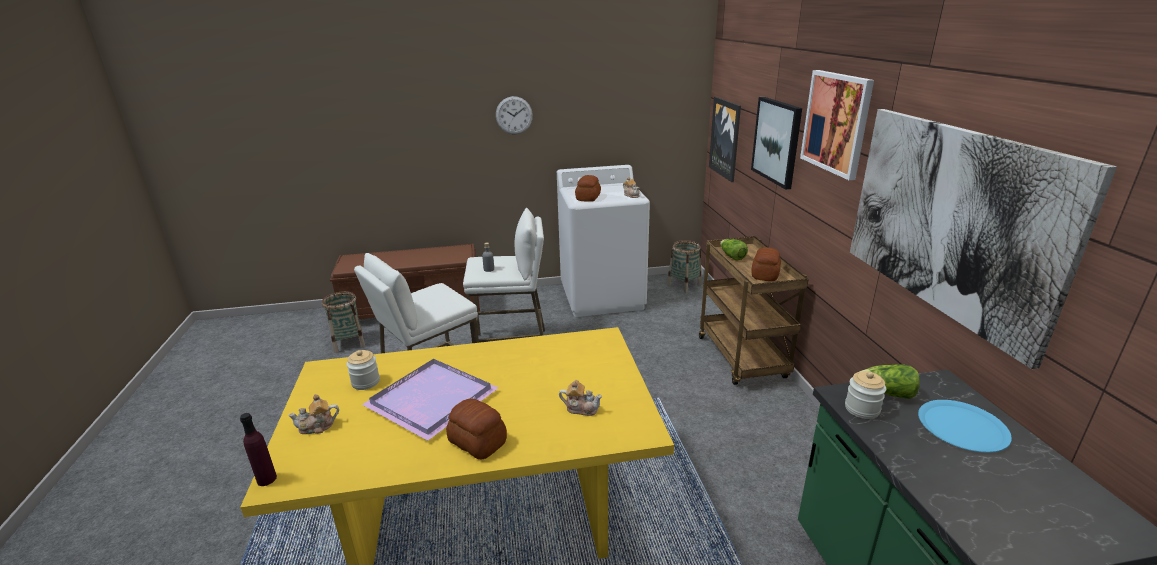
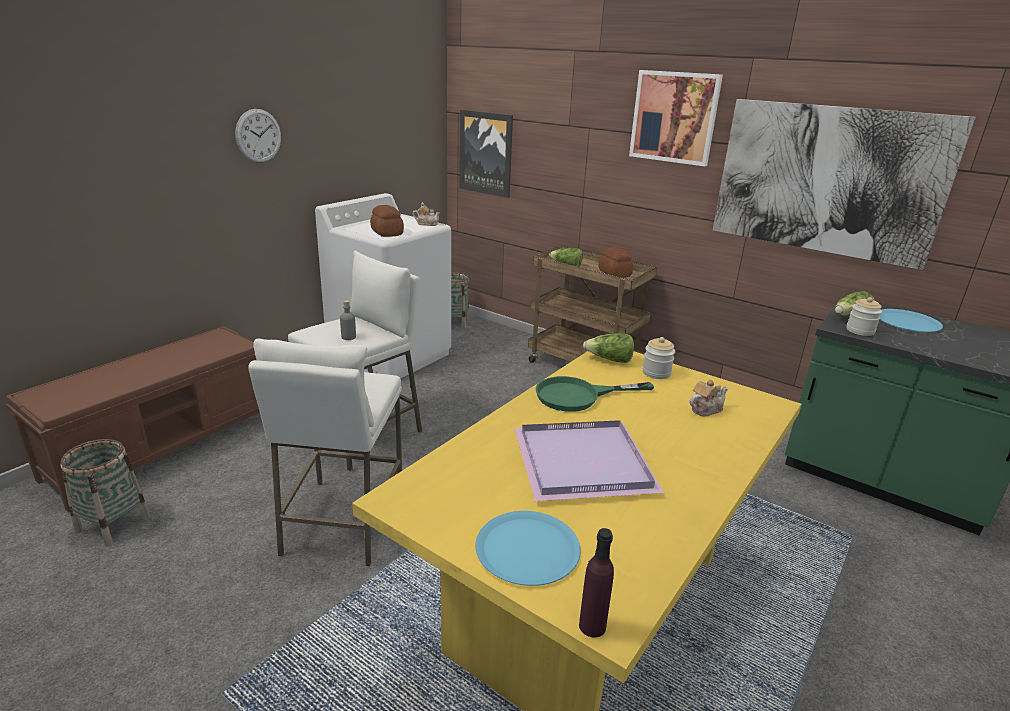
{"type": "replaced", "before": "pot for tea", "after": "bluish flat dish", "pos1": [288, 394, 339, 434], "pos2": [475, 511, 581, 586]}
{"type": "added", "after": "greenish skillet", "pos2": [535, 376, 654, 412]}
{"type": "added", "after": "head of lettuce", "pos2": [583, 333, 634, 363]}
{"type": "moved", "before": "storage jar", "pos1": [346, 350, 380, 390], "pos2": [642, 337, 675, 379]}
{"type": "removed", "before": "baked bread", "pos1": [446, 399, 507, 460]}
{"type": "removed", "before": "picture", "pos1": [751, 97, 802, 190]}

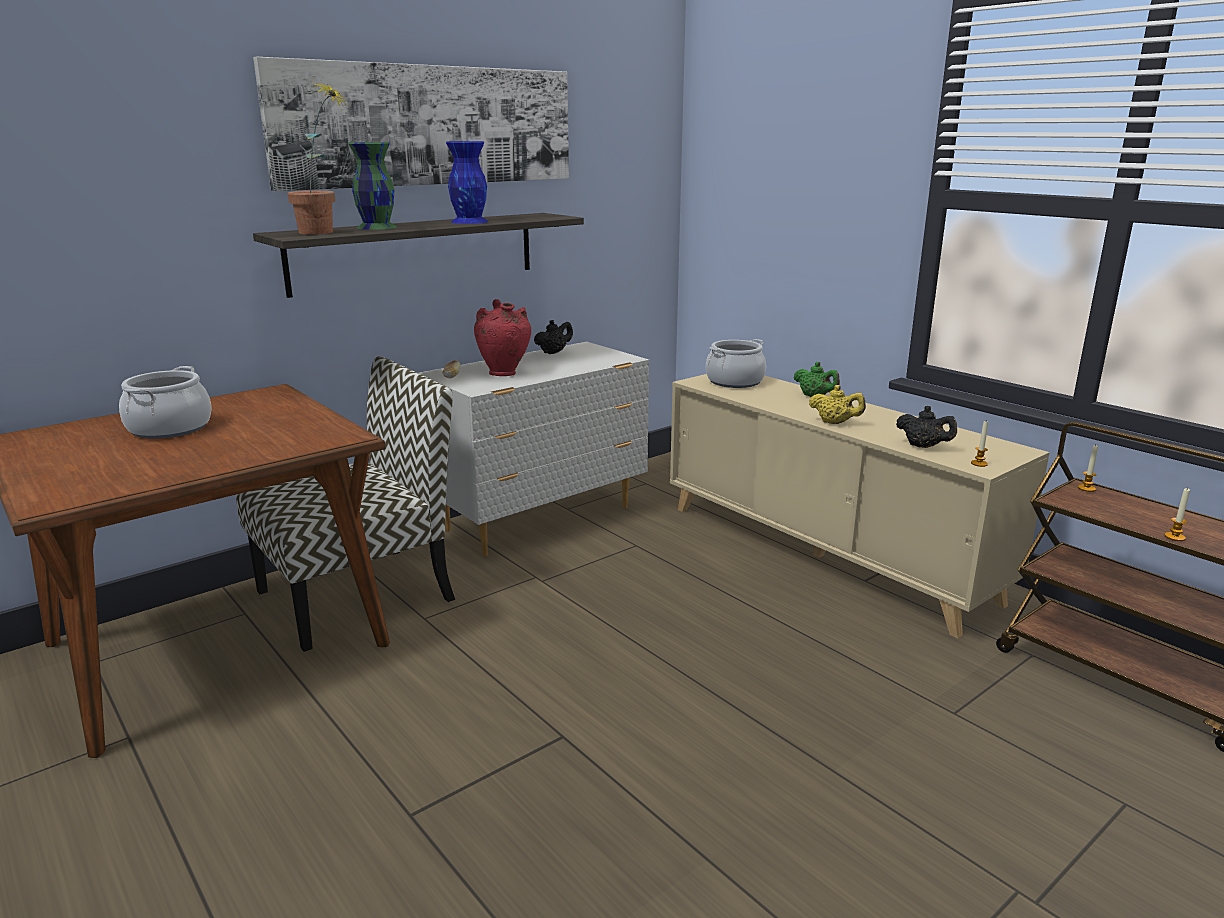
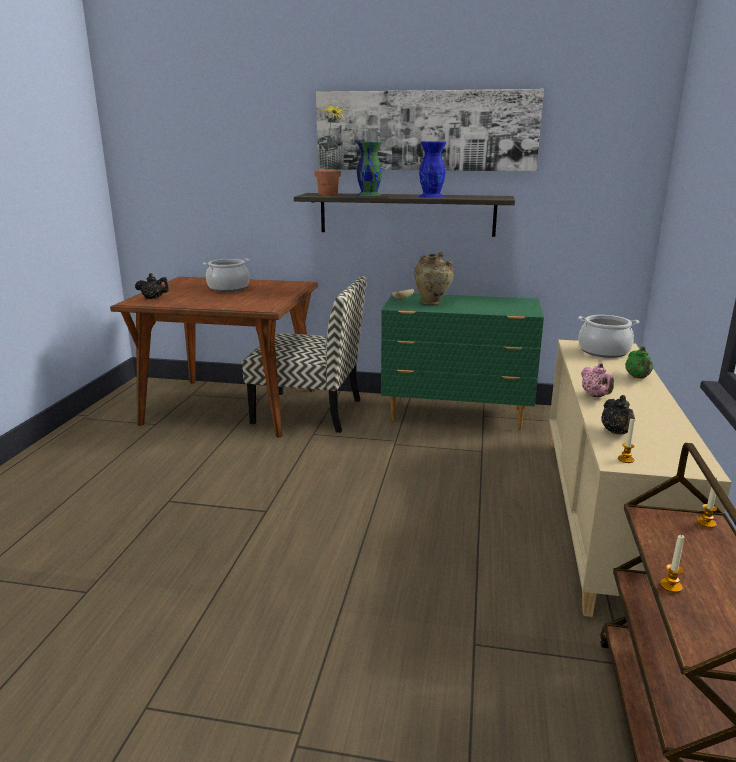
{"type": "moved", "before": "black-coloured pot for tea", "pos1": [534, 320, 573, 354], "pos2": [135, 273, 170, 299]}
{"type": "recoloured", "before": "white dresser", "after": "greenish dresser", "pos1": [419, 342, 649, 557], "pos2": [381, 293, 544, 430]}
{"type": "recoloured", "before": "red-coloured decorative vase", "after": "beige decorative vase", "pos1": [474, 299, 531, 376], "pos2": [414, 252, 454, 305]}
{"type": "recoloured", "before": "yellow pot for tea", "after": "pink pot for tea", "pos1": [809, 385, 866, 424], "pos2": [581, 362, 614, 397]}

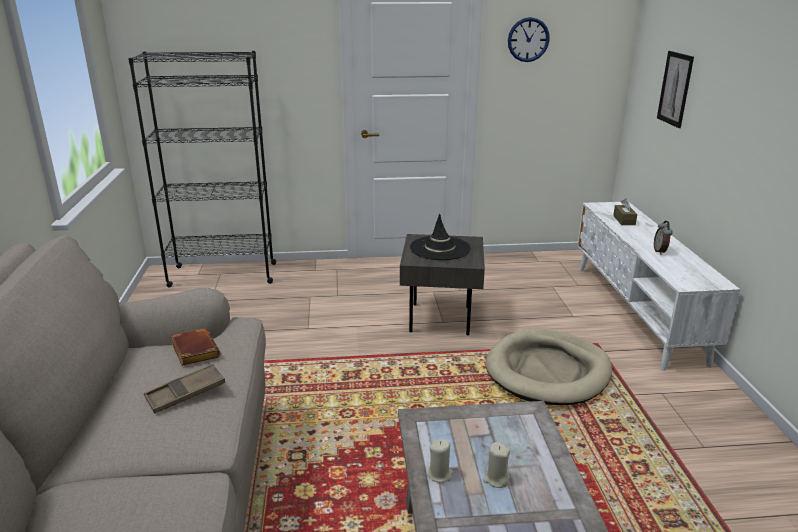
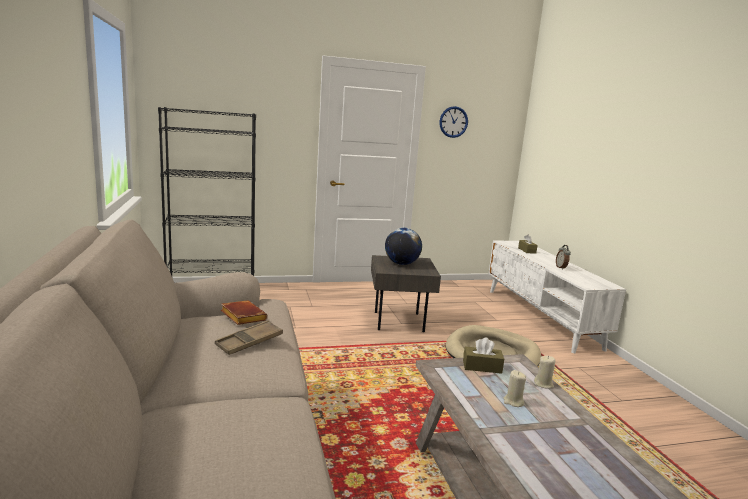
{"type": "replaced", "before": "black-coloured hat", "after": "globe", "pos1": [410, 213, 470, 260], "pos2": [385, 228, 422, 265]}
{"type": "added", "after": "brown tissue holder", "pos2": [463, 338, 504, 374]}
{"type": "moved", "before": "beige wax candle", "pos1": [427, 439, 453, 483], "pos2": [534, 356, 555, 389]}
{"type": "removed", "before": "picture", "pos1": [657, 51, 694, 128]}

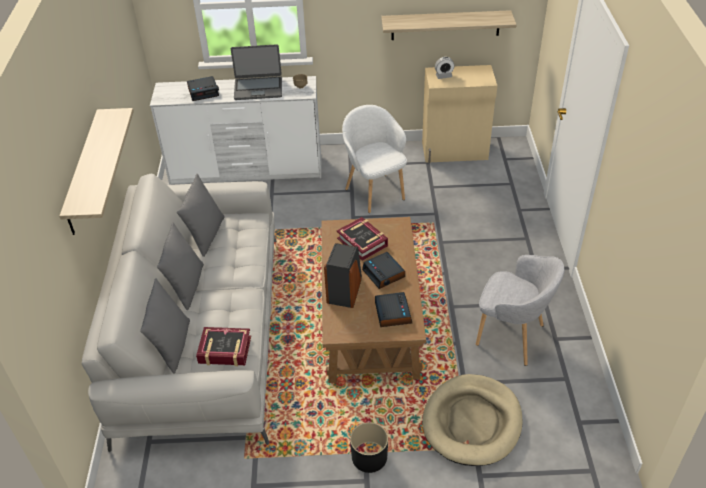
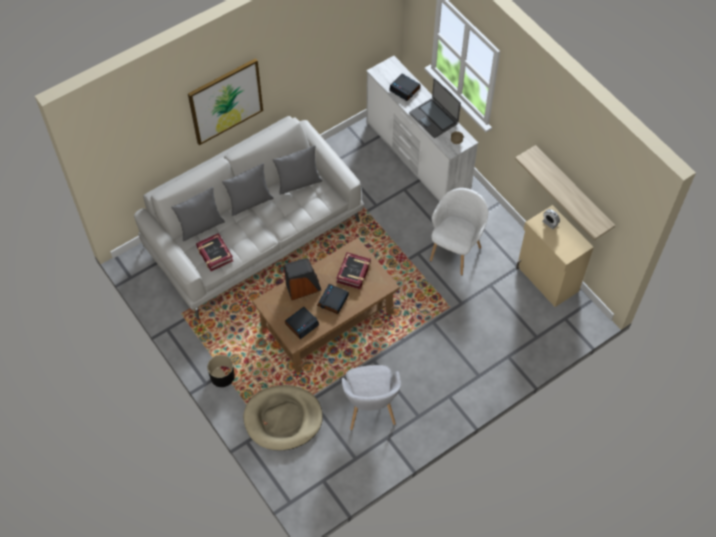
{"type": "replaced", "before": "bracket shelf", "after": "picture", "pos1": [59, 108, 134, 235], "pos2": [188, 58, 263, 145]}

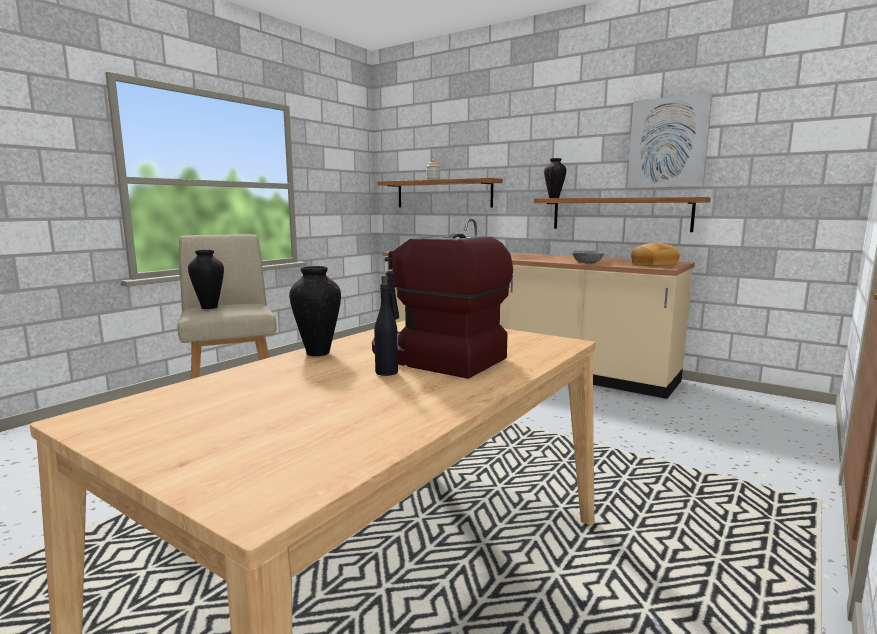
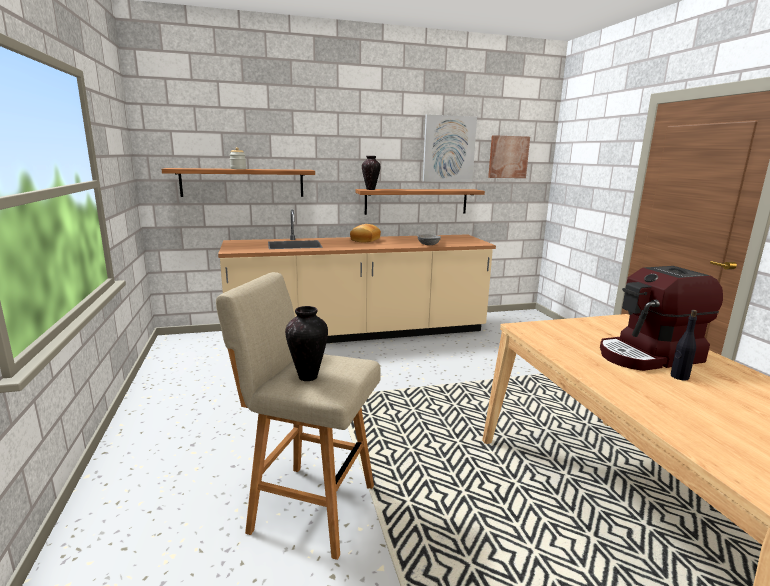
{"type": "moved", "before": "baked bread", "pos1": [631, 243, 679, 266], "pos2": [350, 224, 381, 242]}
{"type": "added", "after": "picture", "pos2": [488, 135, 530, 178]}
{"type": "removed", "before": "decorative vase", "pos1": [289, 266, 341, 356]}

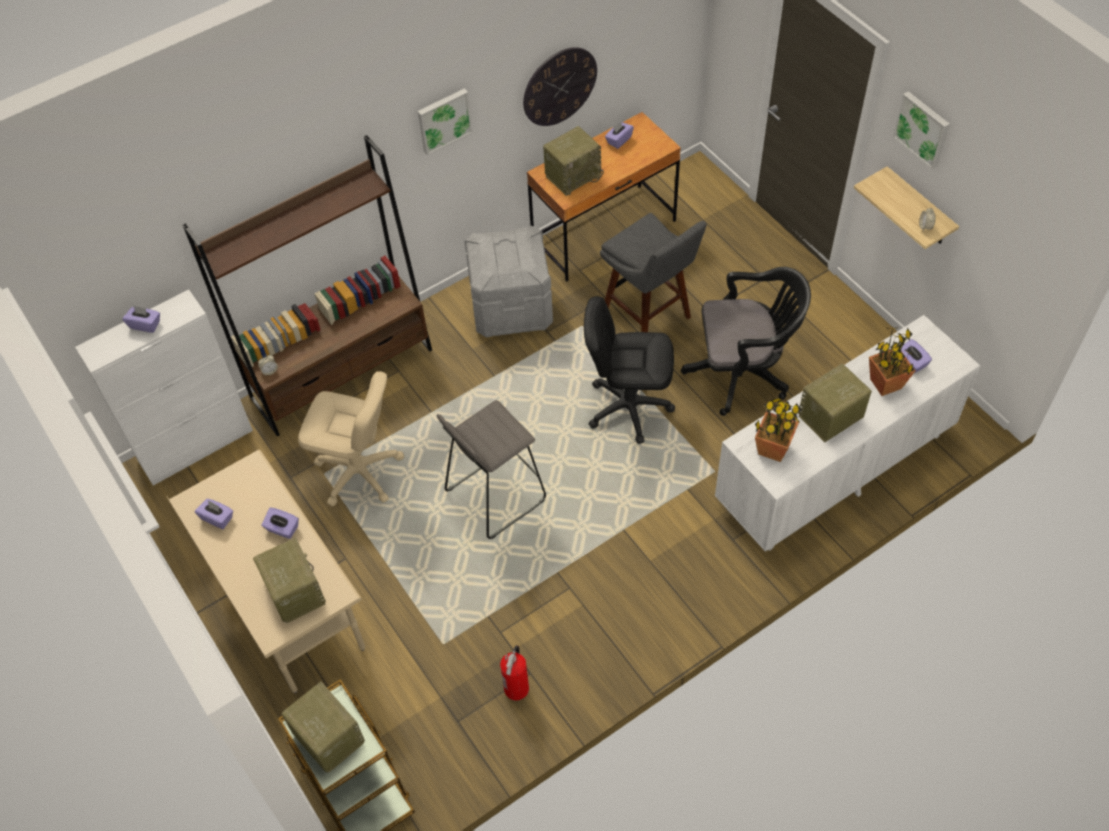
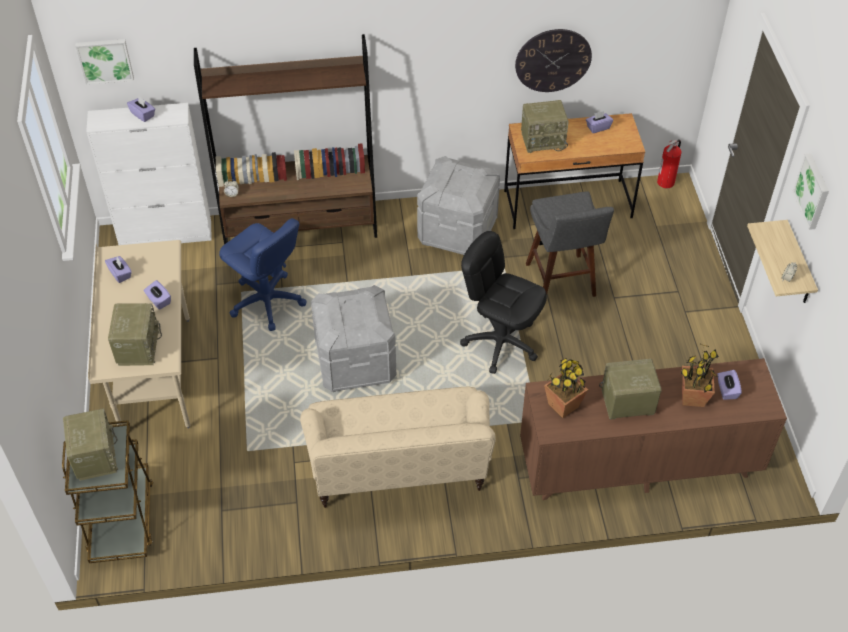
{"type": "moved", "before": "picture", "pos1": [418, 88, 473, 156], "pos2": [75, 39, 134, 85]}
{"type": "recoloured", "before": "beige office chair", "after": "bluish office chair", "pos1": [298, 372, 404, 506], "pos2": [219, 218, 307, 331]}
{"type": "added", "after": "beige couch", "pos2": [300, 387, 496, 508]}
{"type": "replaced", "before": "greyish stool", "after": "greyish storage bin", "pos1": [437, 400, 546, 539], "pos2": [311, 285, 396, 392]}
{"type": "recoloured", "before": "white dresser", "after": "brown dresser", "pos1": [715, 315, 981, 552], "pos2": [520, 358, 787, 500]}
{"type": "moved", "before": "fire extinguisher", "pos1": [500, 645, 529, 700], "pos2": [657, 139, 682, 188]}
{"type": "removed", "before": "black-coloured office chair", "pos1": [681, 267, 811, 416]}

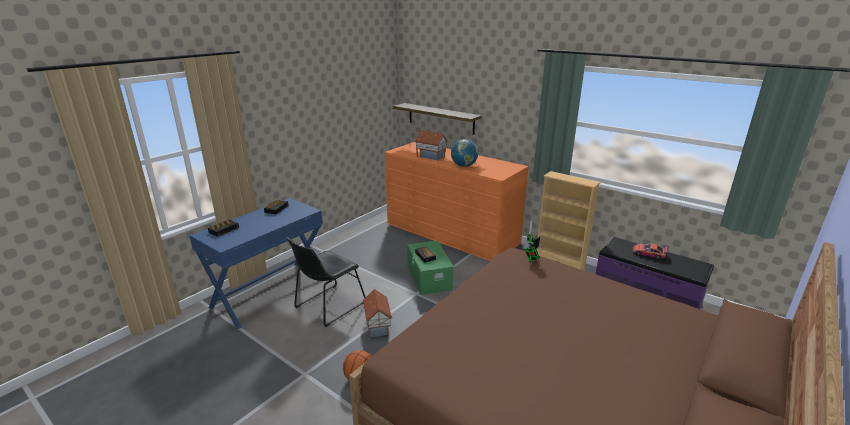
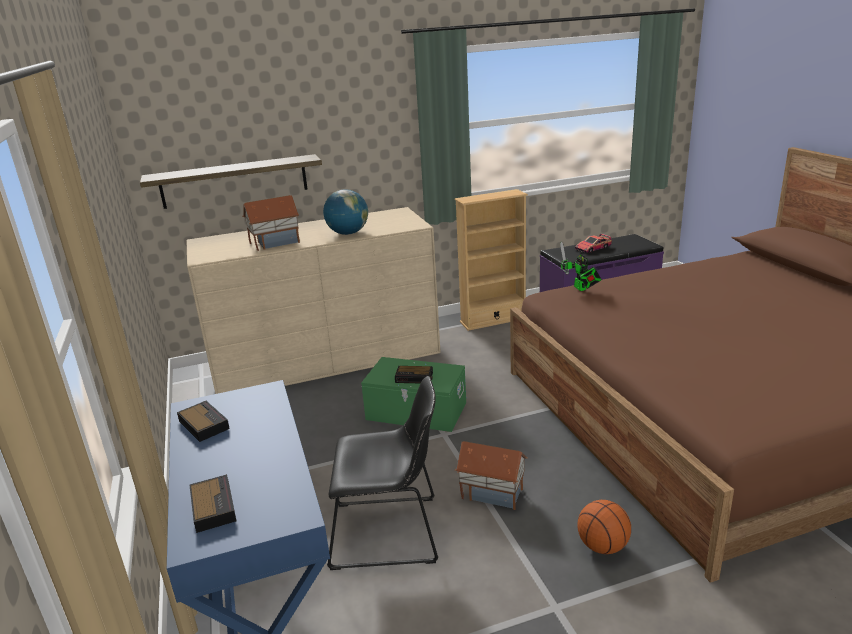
{"type": "recoloured", "before": "orangey dresser", "after": "beige dresser", "pos1": [385, 142, 529, 261], "pos2": [186, 207, 441, 394]}
{"type": "turned", "before": "black-coloured plain chair", "pos1": [286, 237, 366, 327], "pos2": [327, 376, 438, 570], "turn": -75}

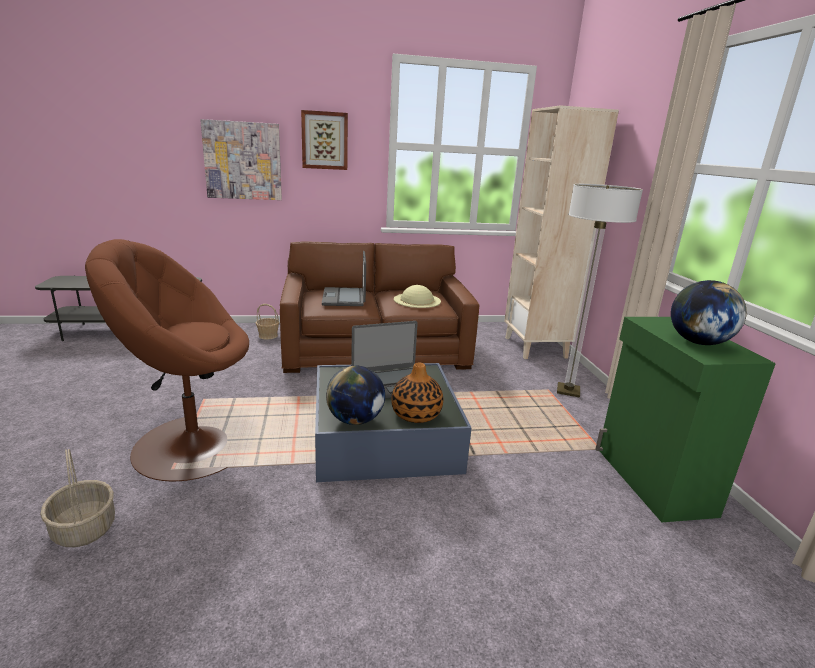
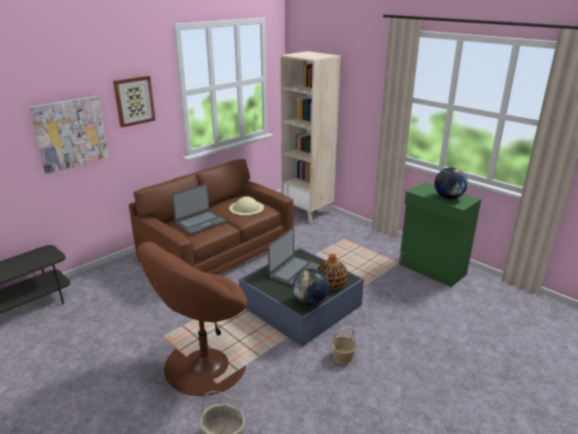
{"type": "turned", "before": "portable computer", "pos1": [322, 251, 366, 306], "pos2": [172, 183, 227, 235], "turn": -90}
{"type": "moved", "before": "basket", "pos1": [256, 304, 280, 340], "pos2": [331, 327, 357, 365]}
{"type": "removed", "before": "standing lamp", "pos1": [557, 184, 643, 398]}

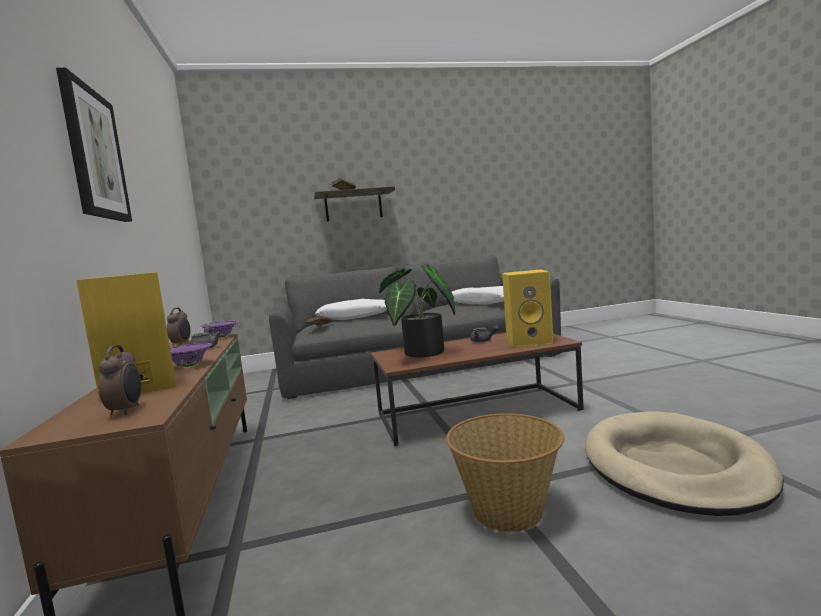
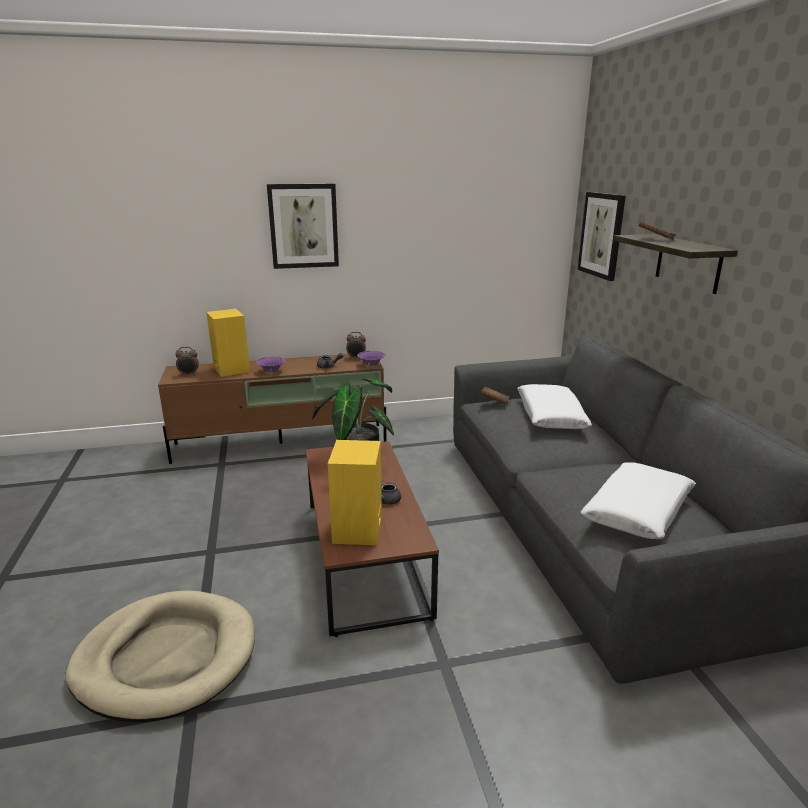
{"type": "added", "after": "picture", "pos2": [578, 192, 626, 281]}
{"type": "removed", "before": "basket", "pos1": [446, 413, 564, 532]}

